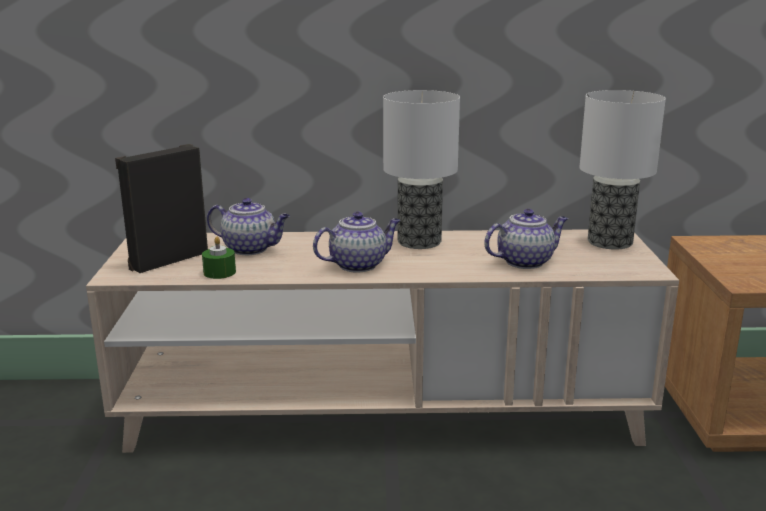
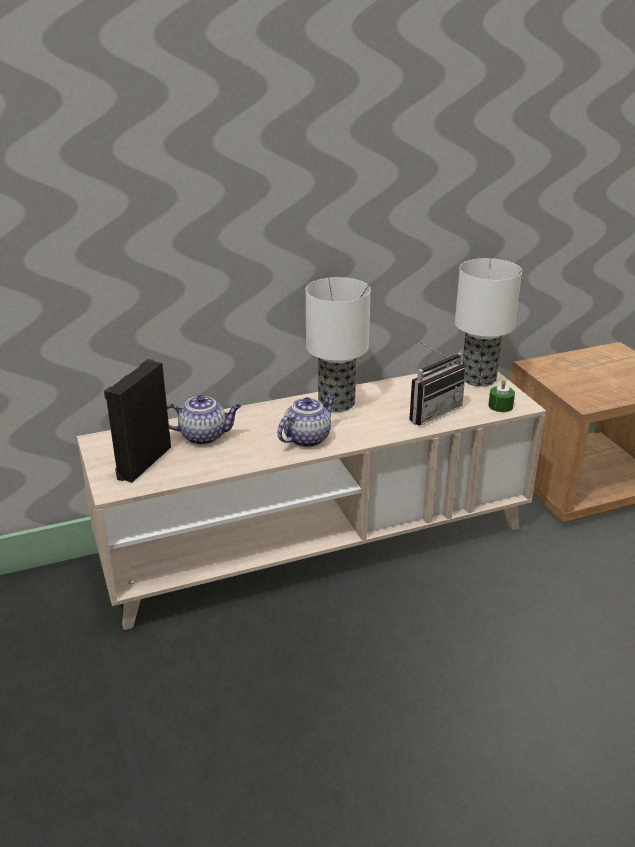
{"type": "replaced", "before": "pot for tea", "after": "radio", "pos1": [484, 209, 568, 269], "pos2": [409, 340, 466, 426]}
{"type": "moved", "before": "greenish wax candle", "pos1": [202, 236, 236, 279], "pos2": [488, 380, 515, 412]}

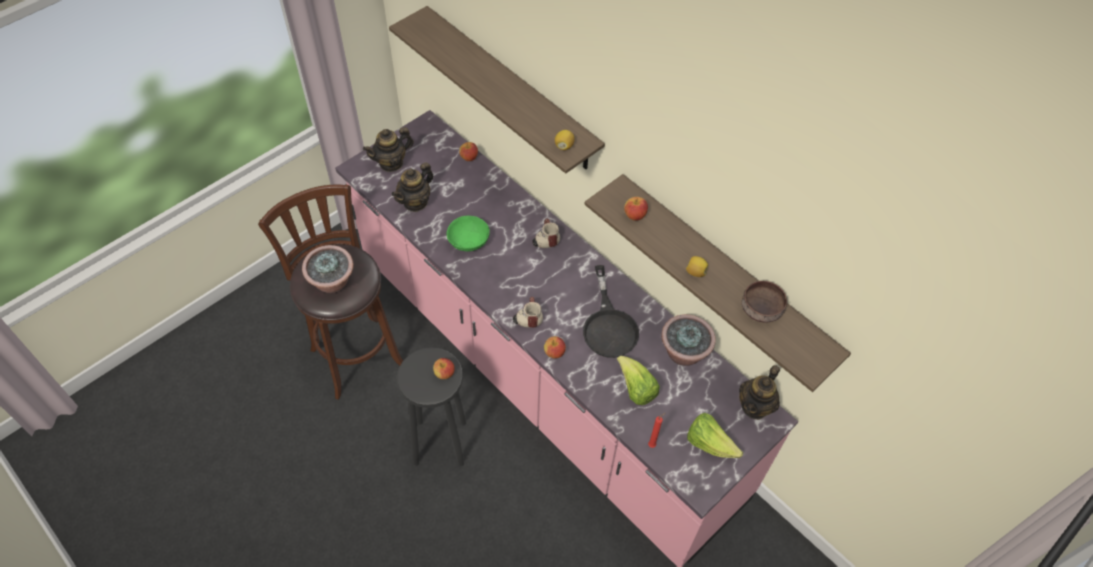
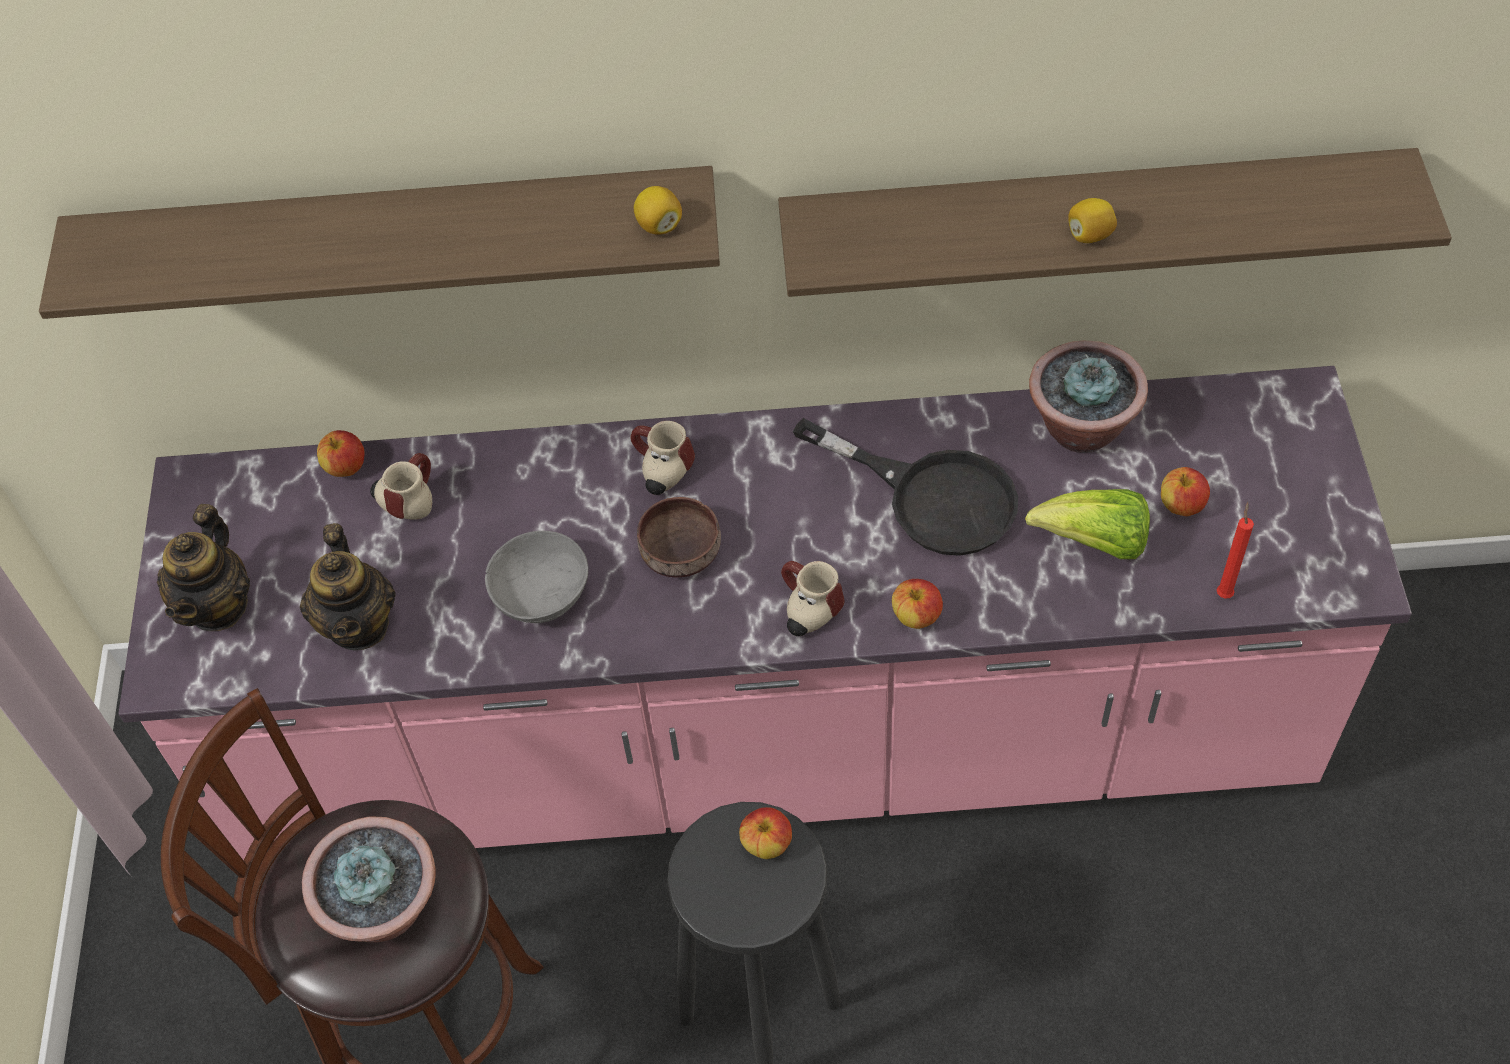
{"type": "added", "after": "coffee mug", "pos2": [370, 453, 432, 520]}
{"type": "recoloured", "before": "greenish serving bowl", "after": "greyish serving bowl", "pos1": [447, 216, 490, 251], "pos2": [485, 531, 588, 623]}
{"type": "moved", "before": "brown serving bowl", "pos1": [742, 281, 787, 323], "pos2": [637, 497, 721, 577]}
{"type": "moved", "before": "apple", "pos1": [624, 197, 648, 221], "pos2": [1161, 467, 1210, 516]}
{"type": "removed", "before": "head of lettuce", "pos1": [687, 413, 743, 458]}
{"type": "removed", "before": "pot for tea", "pos1": [739, 365, 780, 420]}

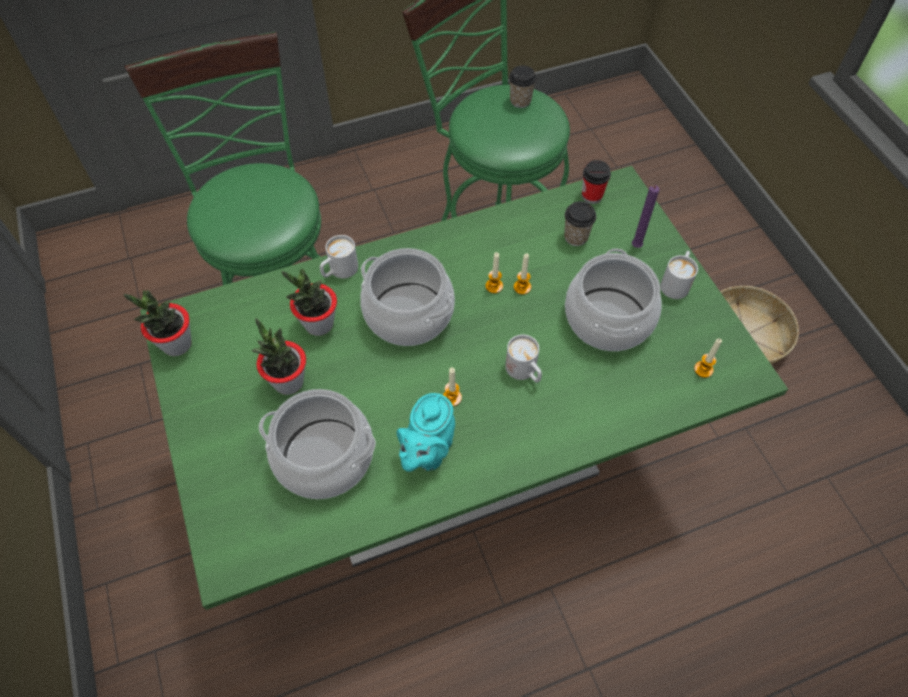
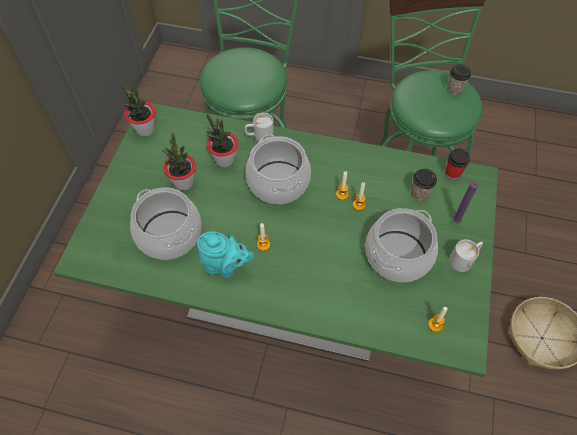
{"type": "turned", "before": "blue-green pot for tea", "pos1": [397, 393, 455, 472], "pos2": [197, 231, 254, 278], "turn": -135}
{"type": "removed", "before": "white coffee mug", "pos1": [505, 334, 542, 383]}

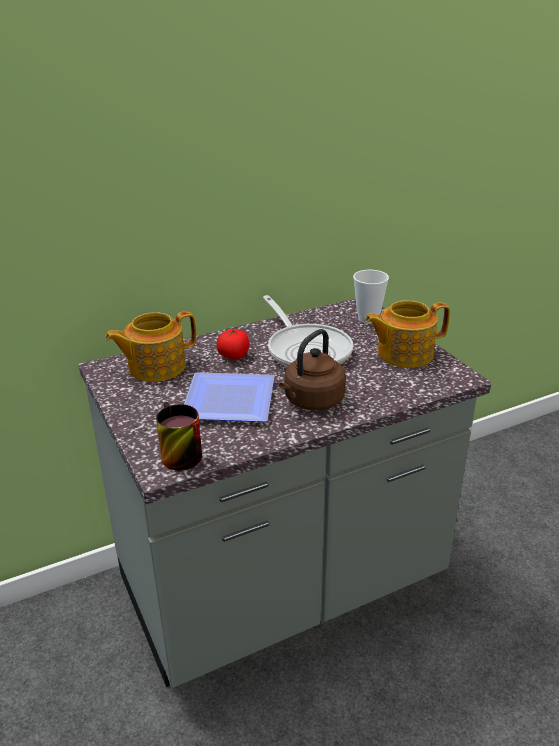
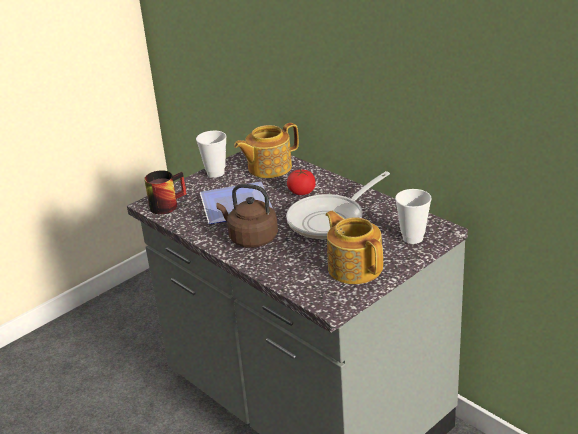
{"type": "added", "after": "small cup", "pos2": [196, 131, 227, 178]}
{"type": "turned", "before": "pot for tea", "pos1": [105, 311, 196, 382], "pos2": [234, 123, 299, 178], "turn": -75}

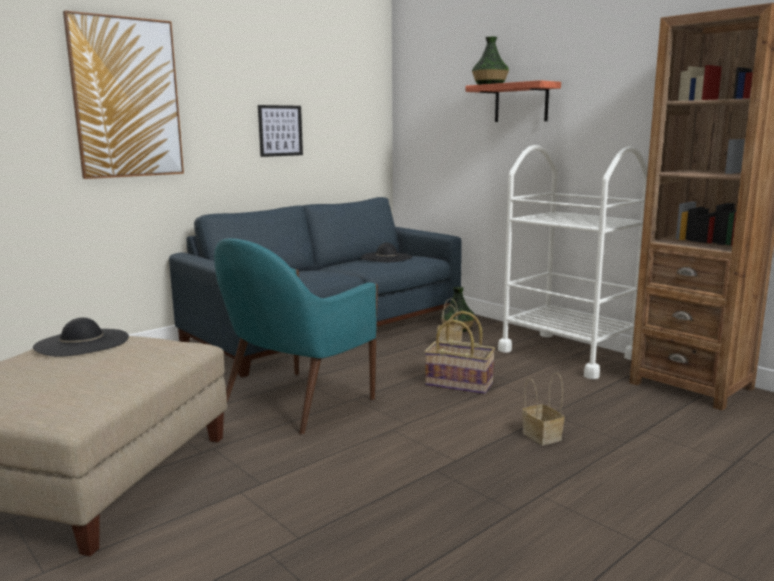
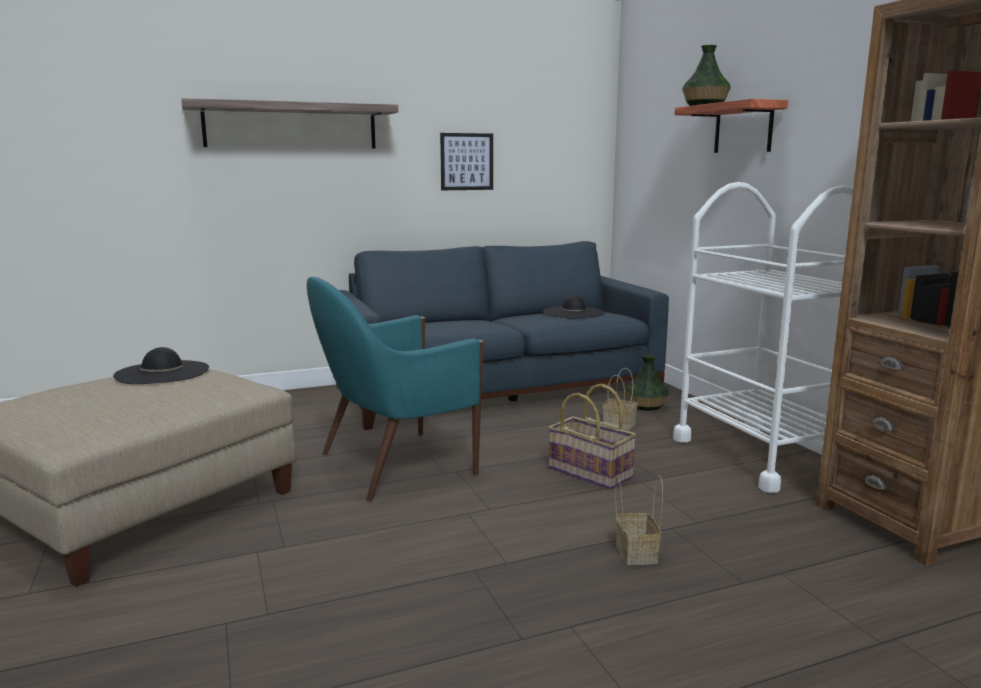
{"type": "replaced", "before": "picture", "after": "bracket shelf", "pos1": [63, 10, 184, 179], "pos2": [181, 98, 398, 149]}

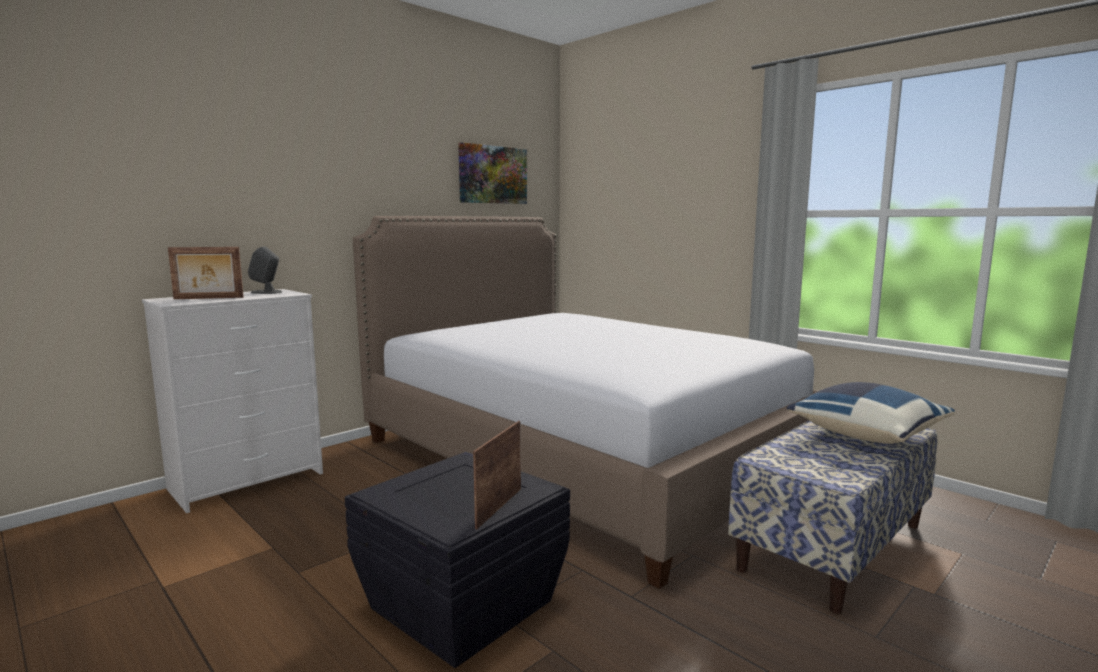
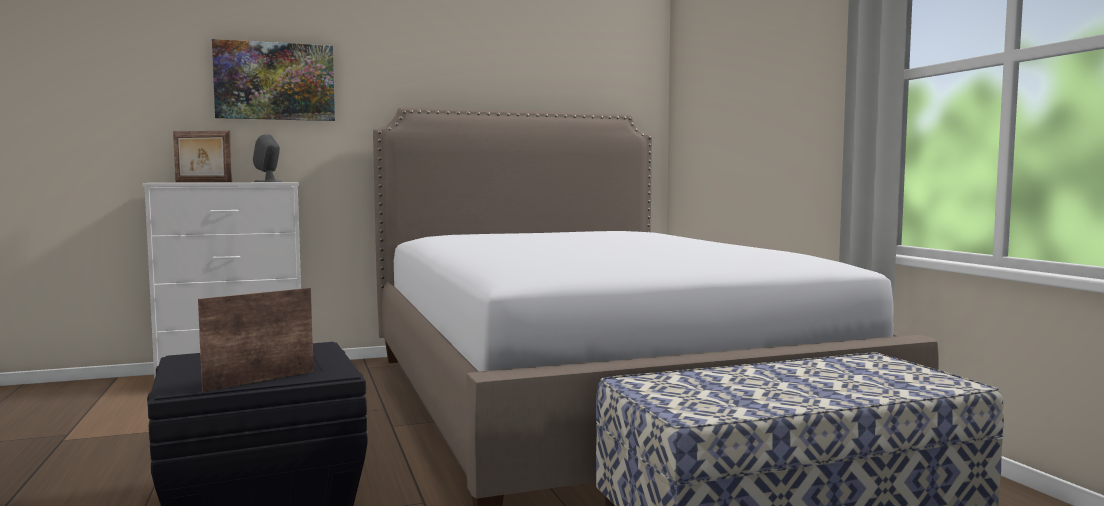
{"type": "moved", "before": "picture", "pos1": [458, 142, 527, 204], "pos2": [212, 39, 335, 121]}
{"type": "removed", "before": "bluish pillow", "pos1": [787, 382, 955, 444]}

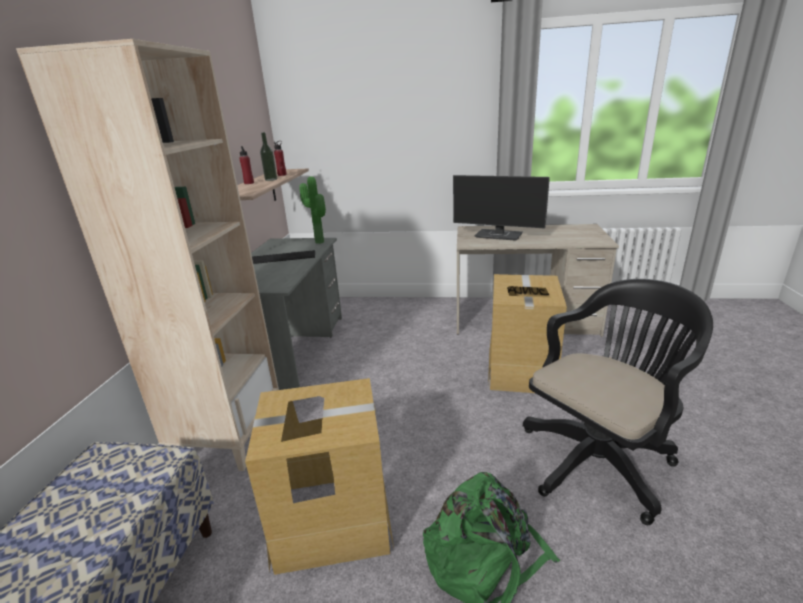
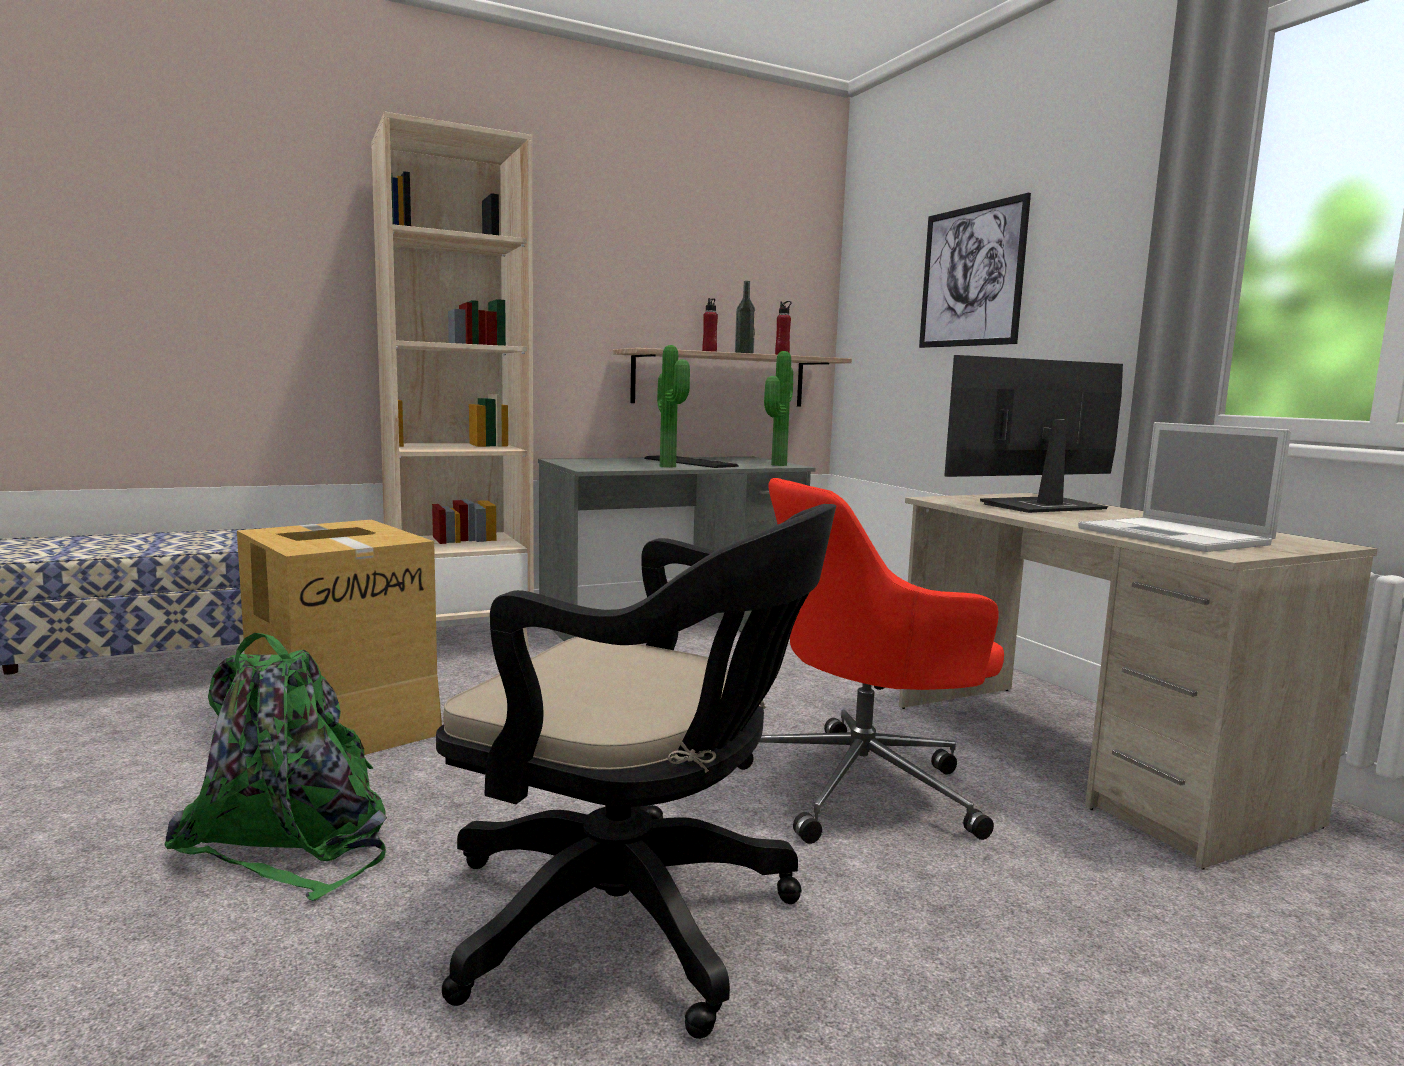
{"type": "added", "after": "houseplant", "pos2": [657, 345, 690, 468]}
{"type": "replaced", "before": "packing box", "after": "red-coloured office chair", "pos1": [488, 274, 567, 393], "pos2": [738, 478, 1004, 844]}
{"type": "added", "after": "picture", "pos2": [919, 193, 1031, 348]}
{"type": "turned", "before": "computer screen", "pos1": [453, 175, 550, 241], "pos2": [944, 355, 1123, 513], "turn": 75}
{"type": "added", "after": "portable computer", "pos2": [1078, 422, 1291, 552]}

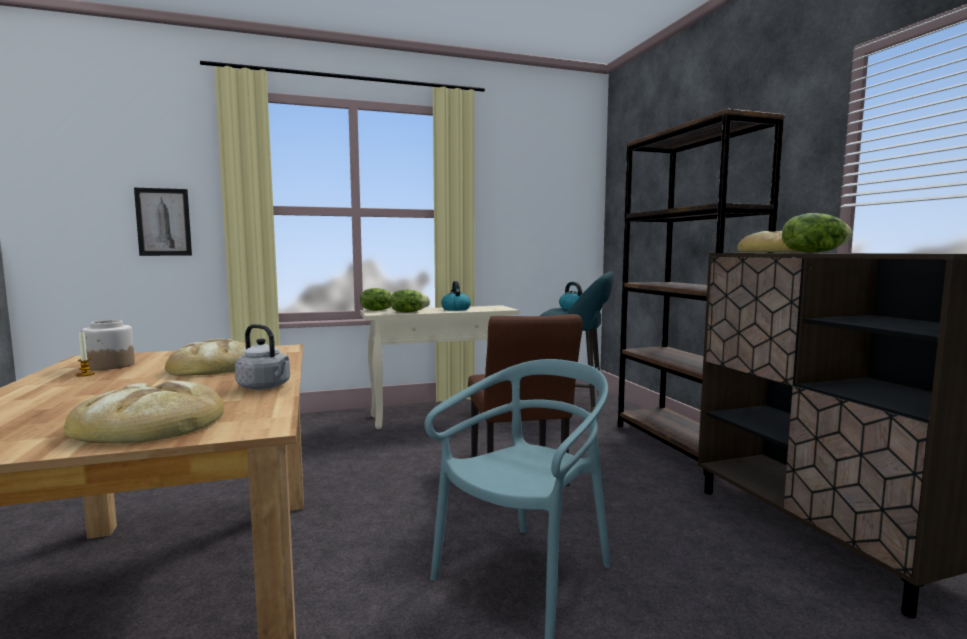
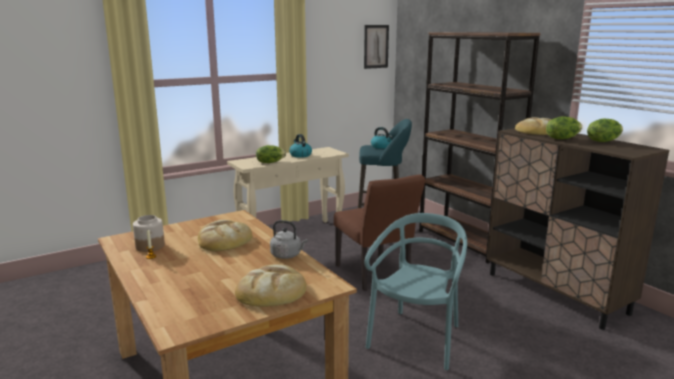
{"type": "moved", "before": "picture", "pos1": [134, 188, 192, 256], "pos2": [364, 25, 389, 69]}
{"type": "moved", "before": "head of lettuce", "pos1": [360, 288, 393, 310], "pos2": [587, 119, 623, 142]}

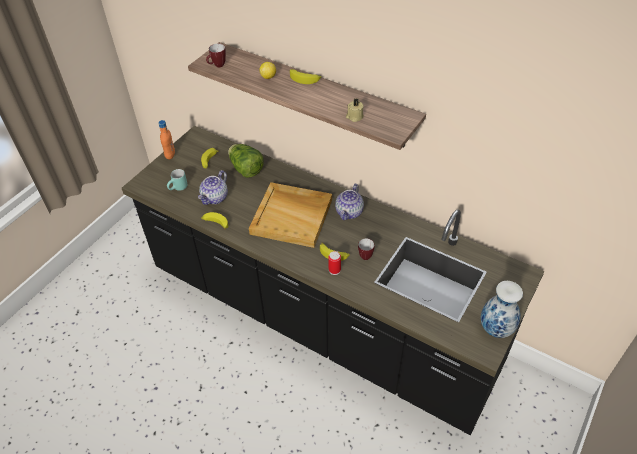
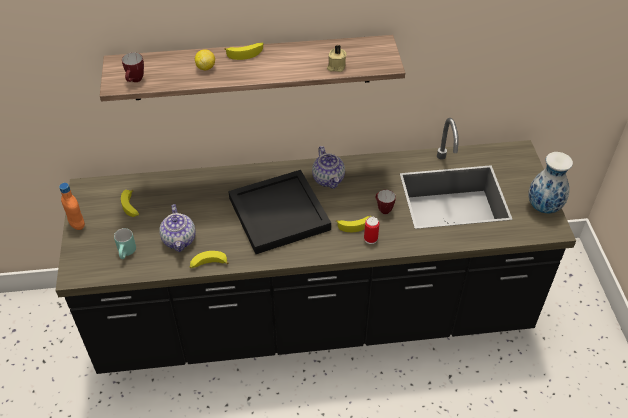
{"type": "recoloured", "before": "beige serving tray", "after": "black-coloured serving tray", "pos1": [249, 182, 332, 248], "pos2": [228, 170, 331, 254]}
{"type": "removed", "before": "head of lettuce", "pos1": [228, 144, 264, 178]}

